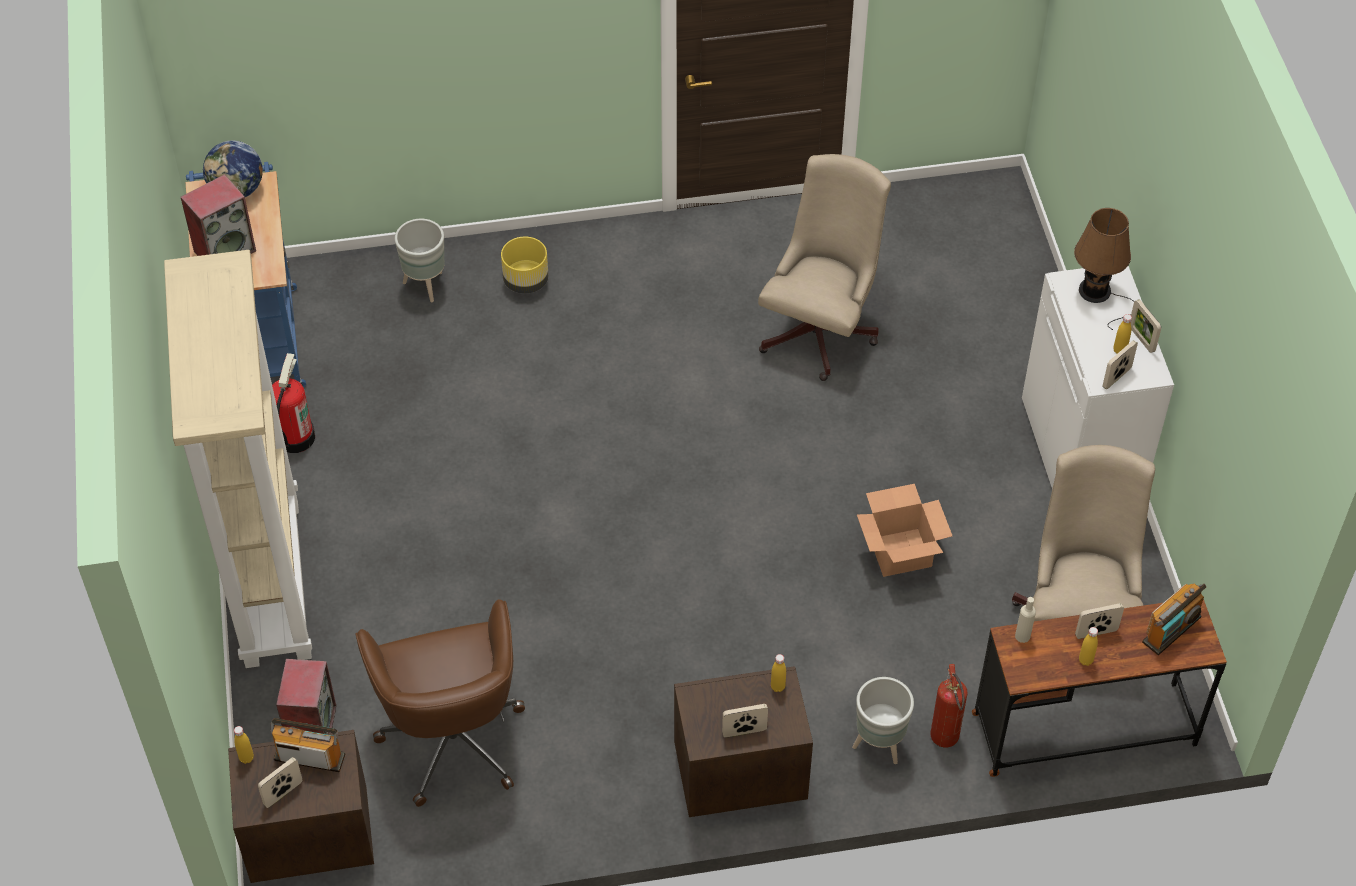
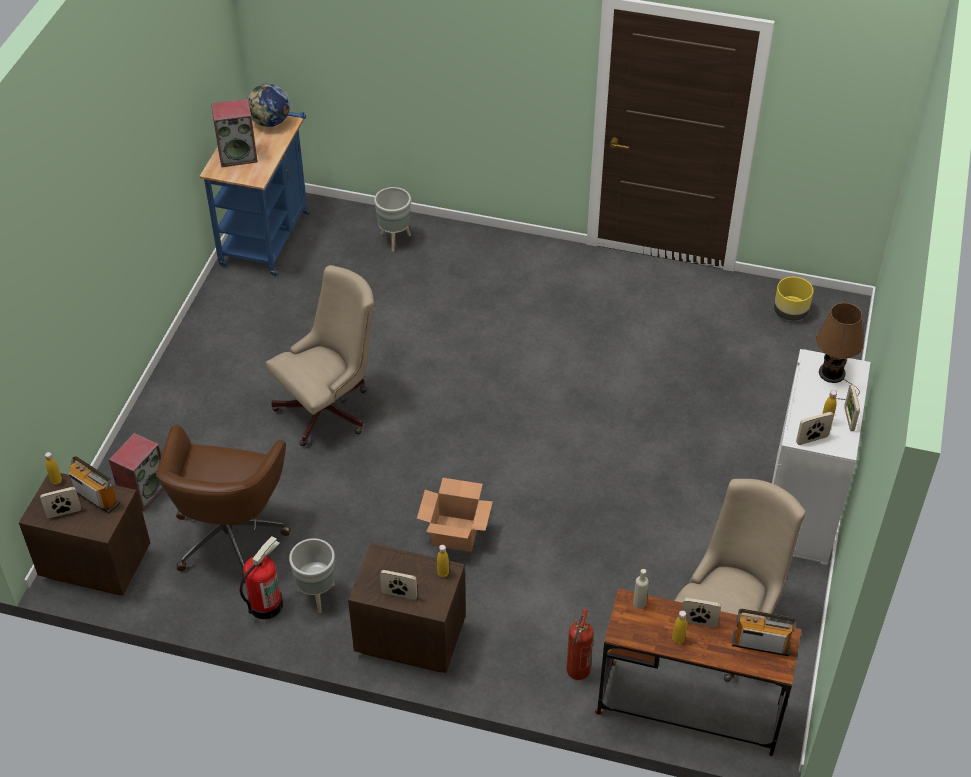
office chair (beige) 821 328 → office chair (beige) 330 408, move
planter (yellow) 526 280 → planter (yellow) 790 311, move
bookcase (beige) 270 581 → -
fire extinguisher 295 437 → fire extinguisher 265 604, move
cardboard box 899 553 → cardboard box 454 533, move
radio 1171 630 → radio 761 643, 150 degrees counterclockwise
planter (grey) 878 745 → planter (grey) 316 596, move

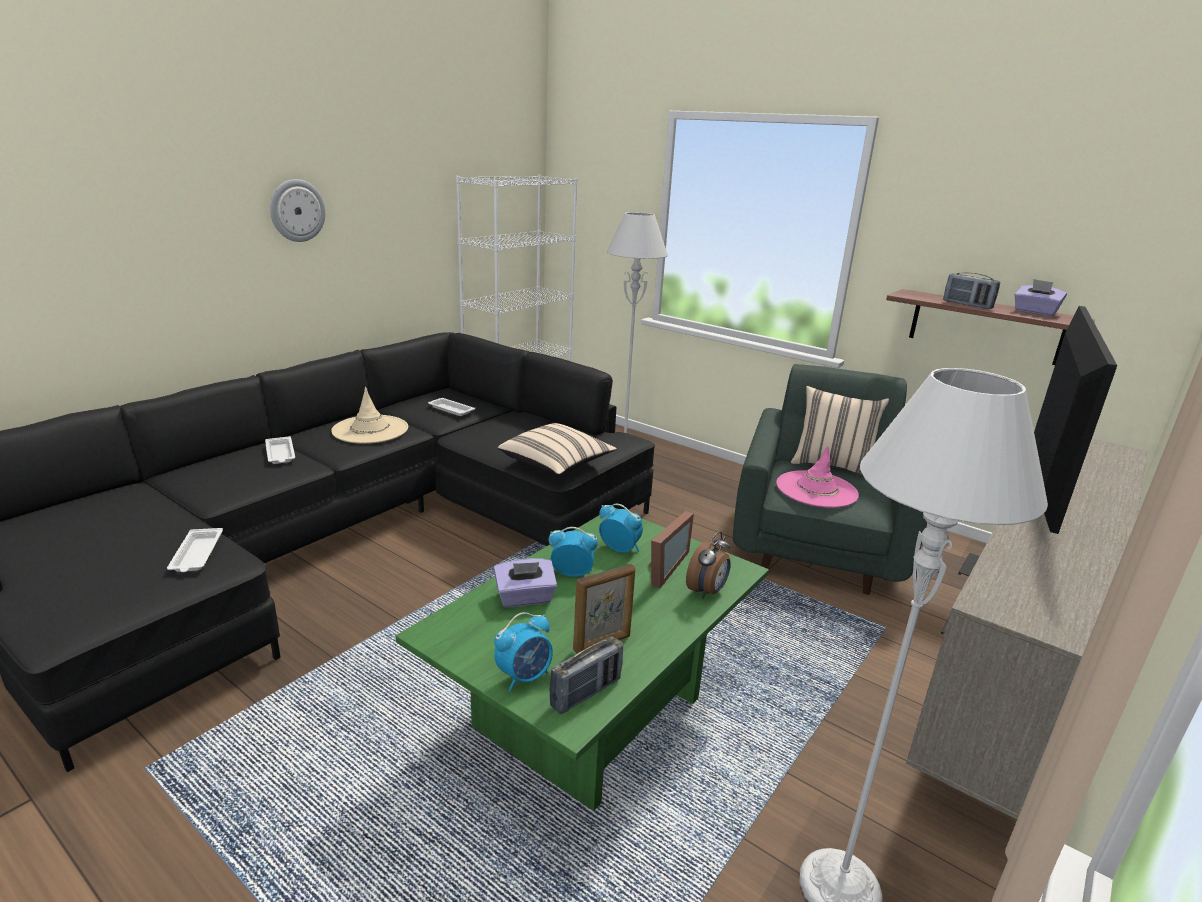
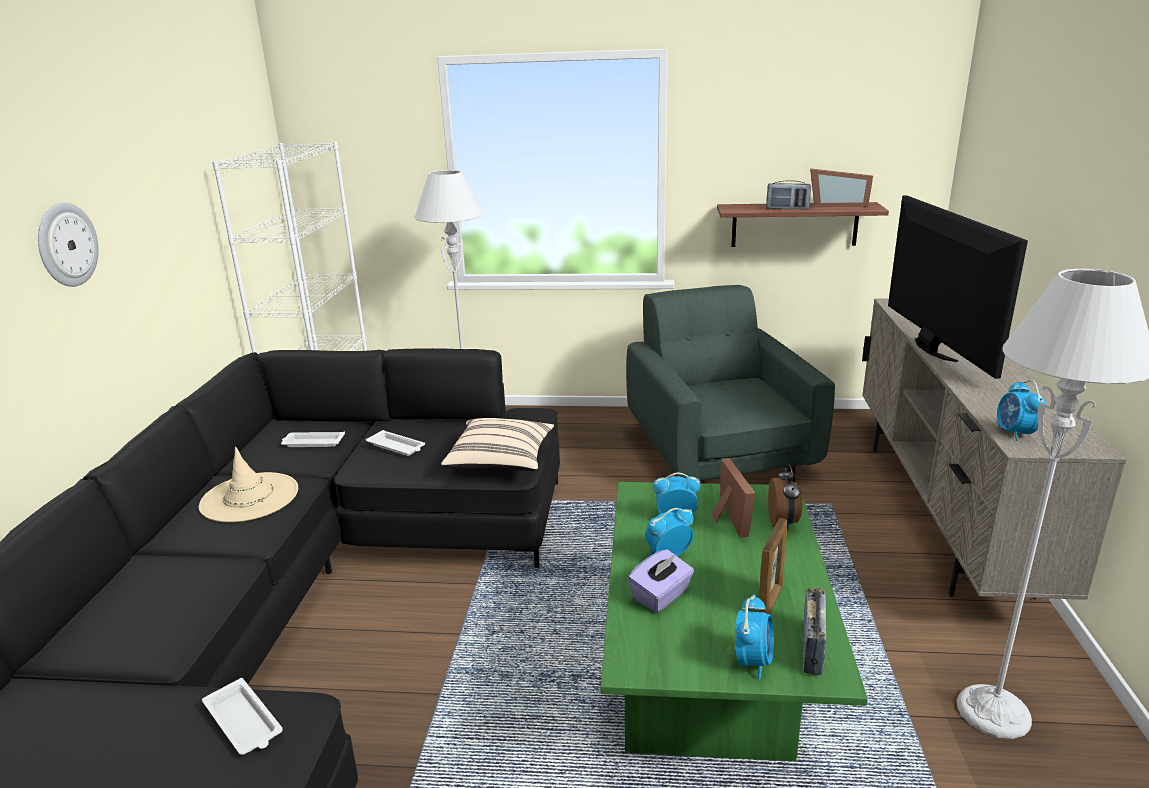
tissue box (purple) 1035 312 → picture frame 837 205
pillow (beige) 832 465 → -
tray (white) 280 454 → tray (white) 397 447, move
hat (pink) 816 489 → -
- → alarm clock 1015 433

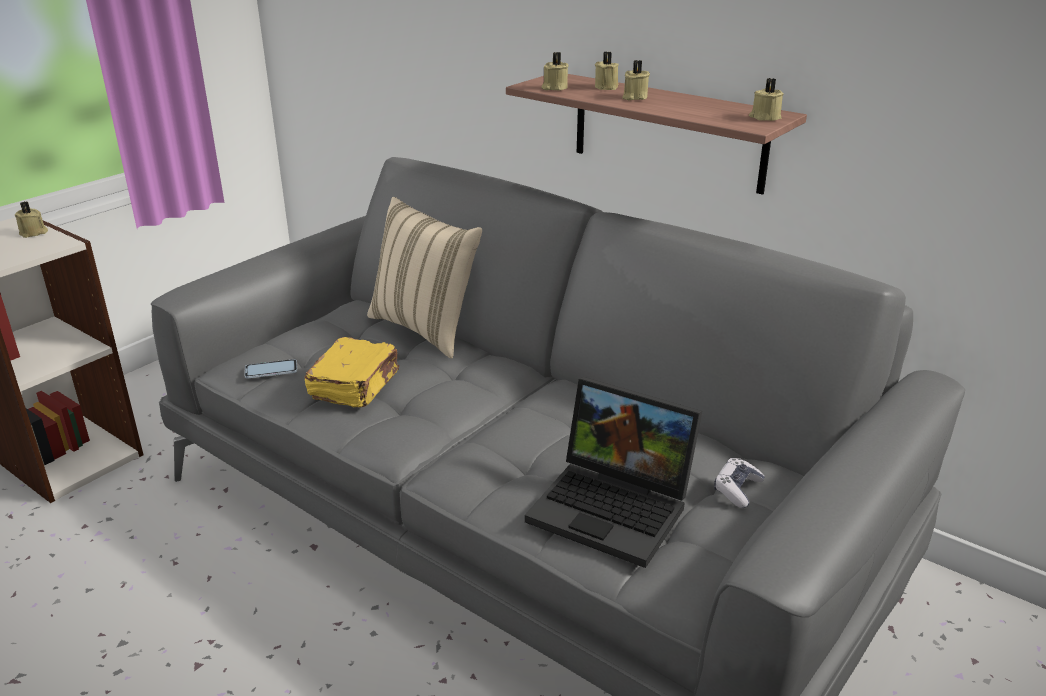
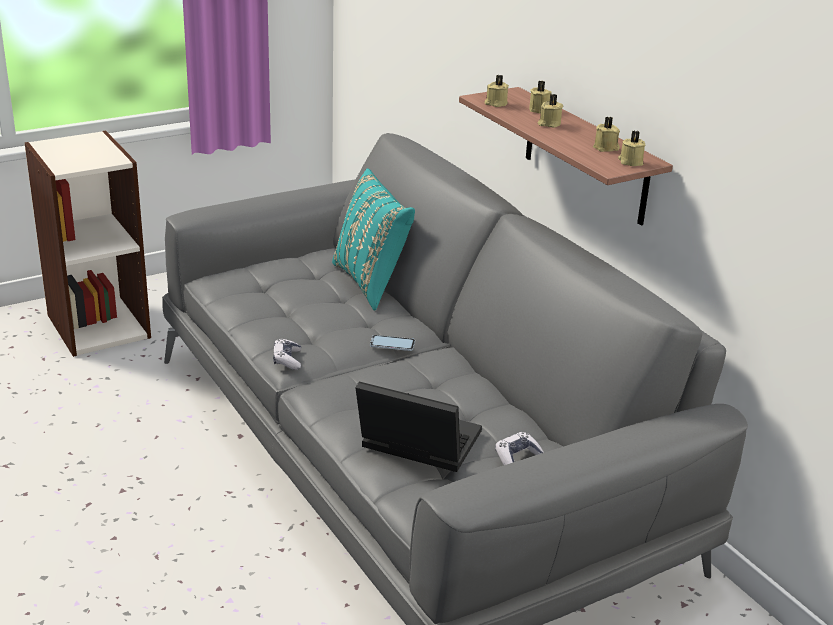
pillow (beige) 426 328 → pillow (turquoise) 371 283
candle (beige) 34 233 → candle (beige) 606 148, move
book (yellow) 356 386 → -
phone 271 370 → phone 392 344, move
laptop 615 508 → laptop 415 444, 150 degrees clockwise
- → game controller 287 360

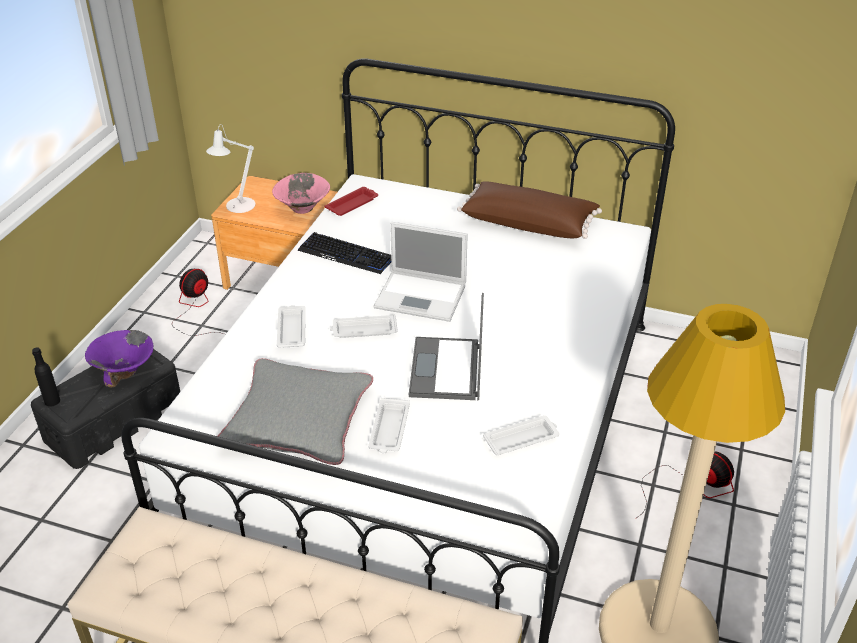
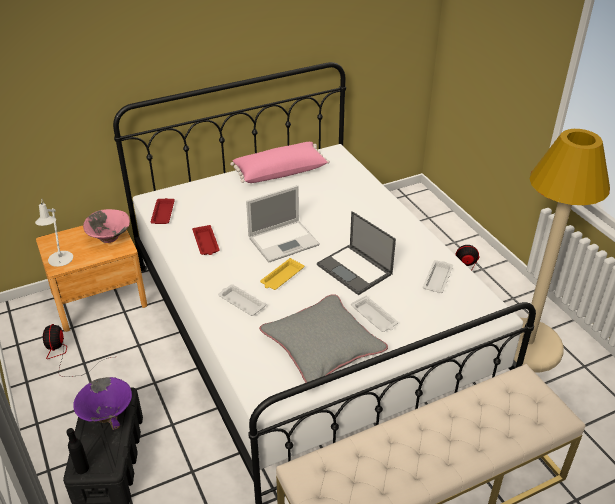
pillow (brown) 528 223 → pillow (pink) 279 171
keyboard 346 255 → tray (red) 206 243
tray (white) 363 330 → tray (yellow) 281 277

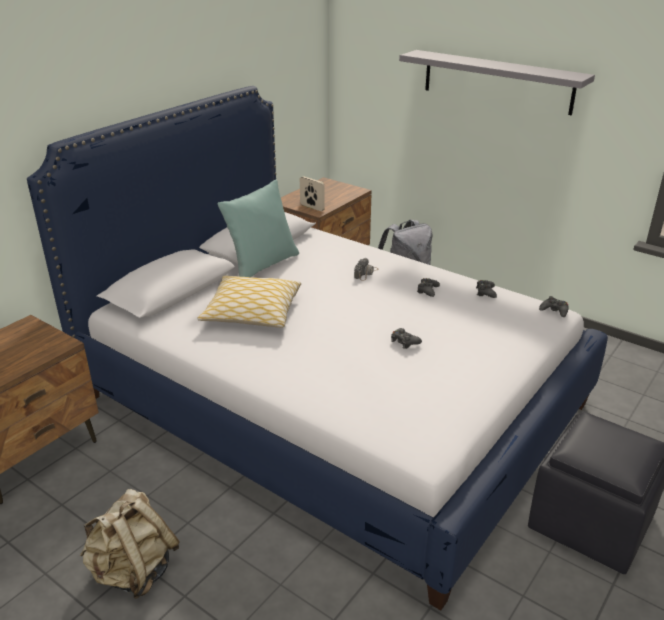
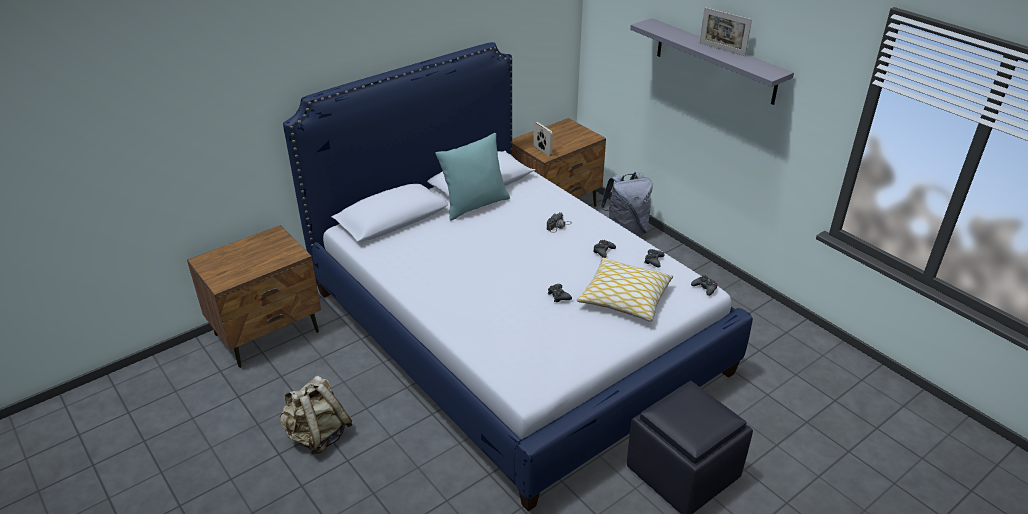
pillow 252 312 → pillow 624 298, move
- → picture frame 722 49

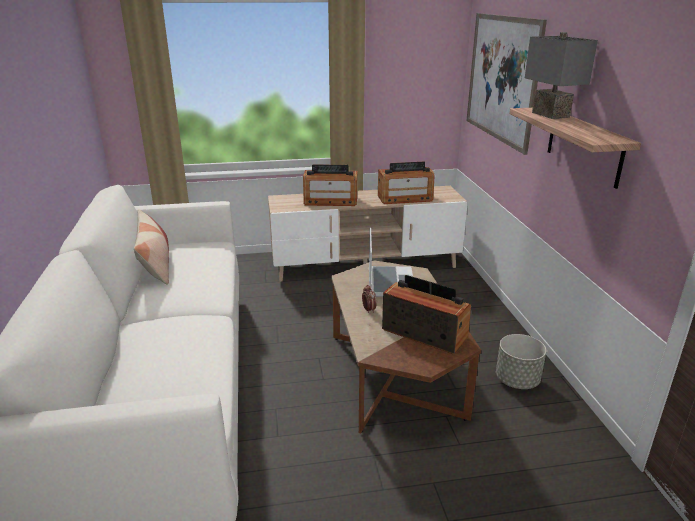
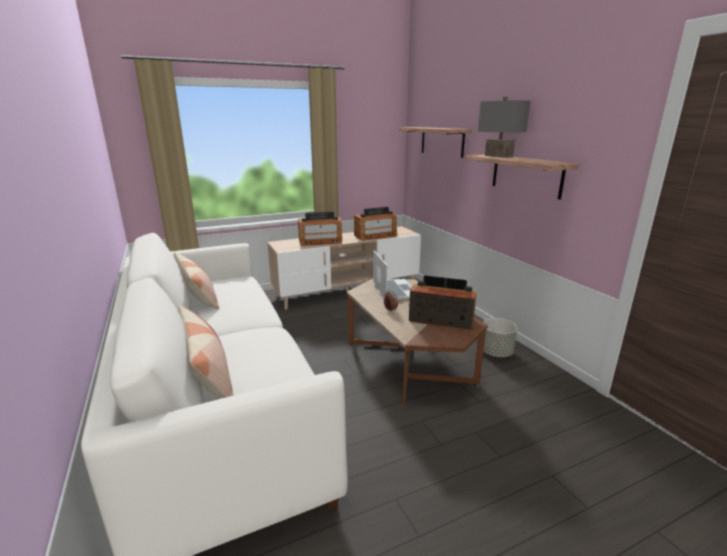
picture 501 78 → shelf 442 141
- → pillow 207 373

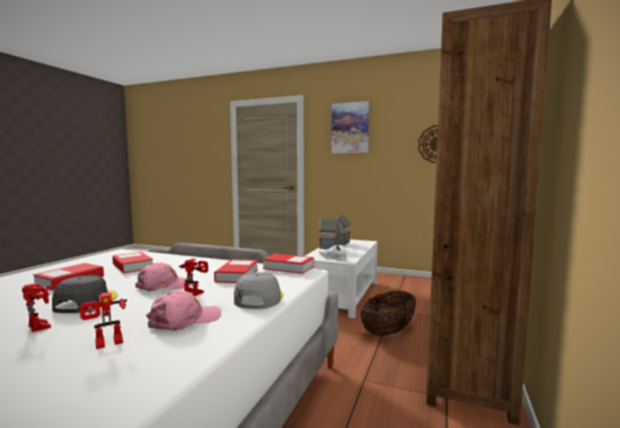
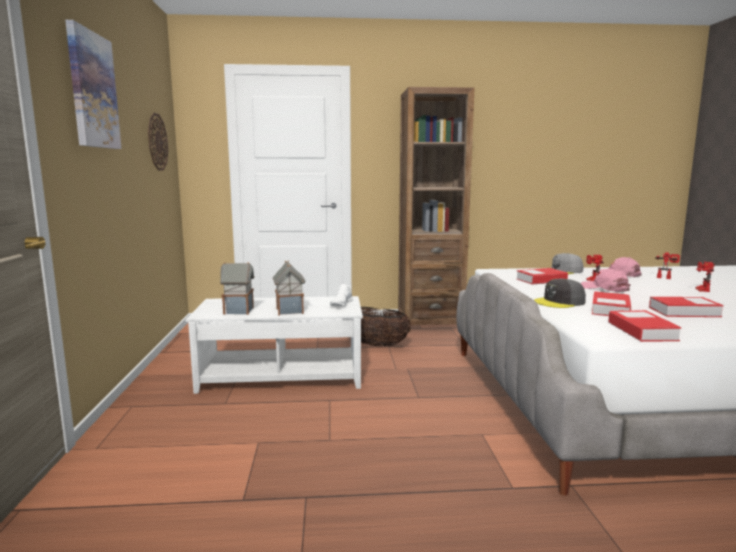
book 288 267 → book 642 331, move
cap (grey) 86 302 → cap (grey) 559 302, move

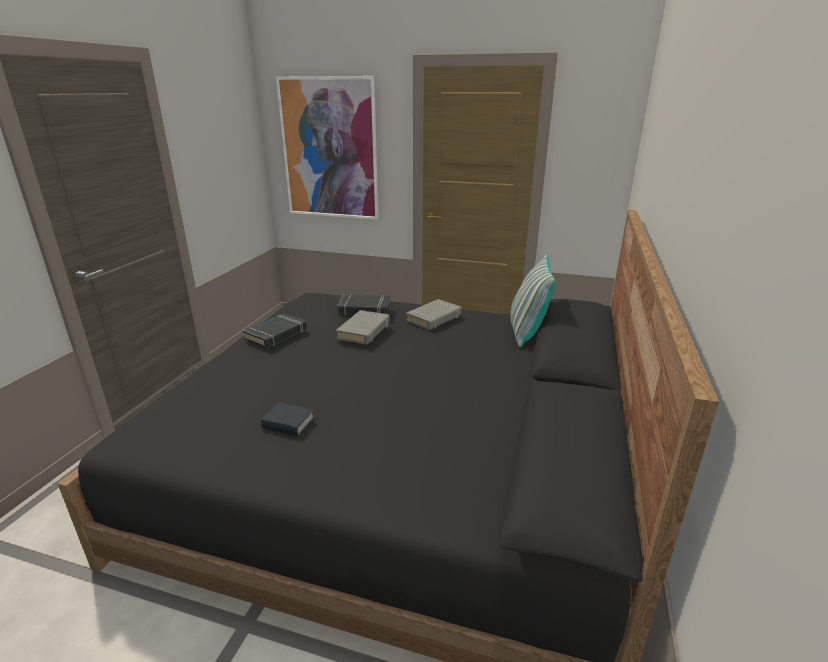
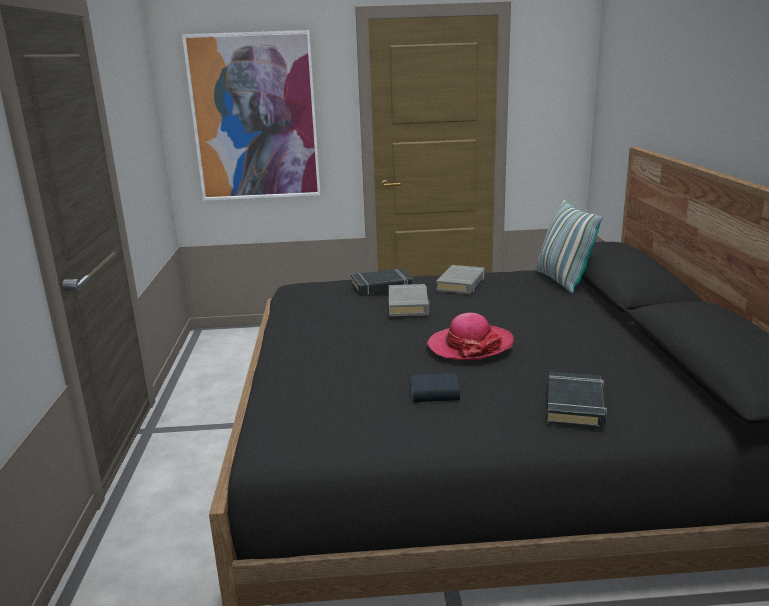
book (black) 276 334 → book (black) 575 406, move
- → hat 470 345

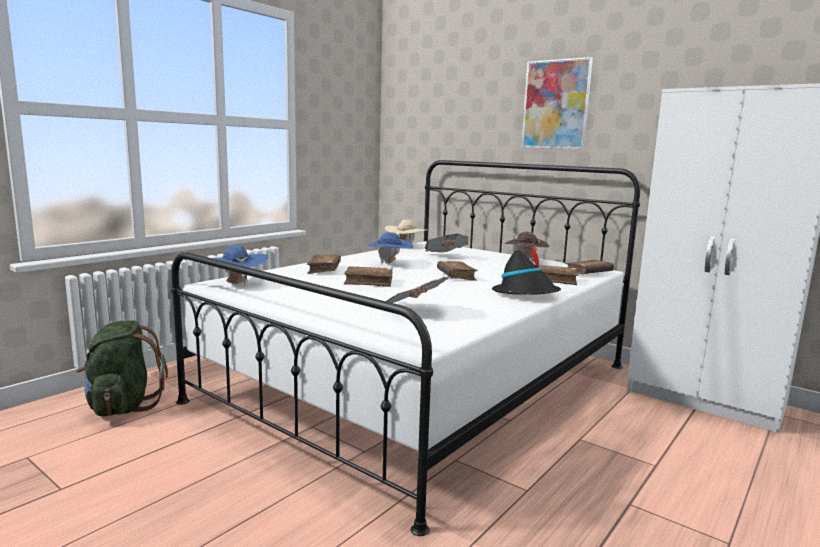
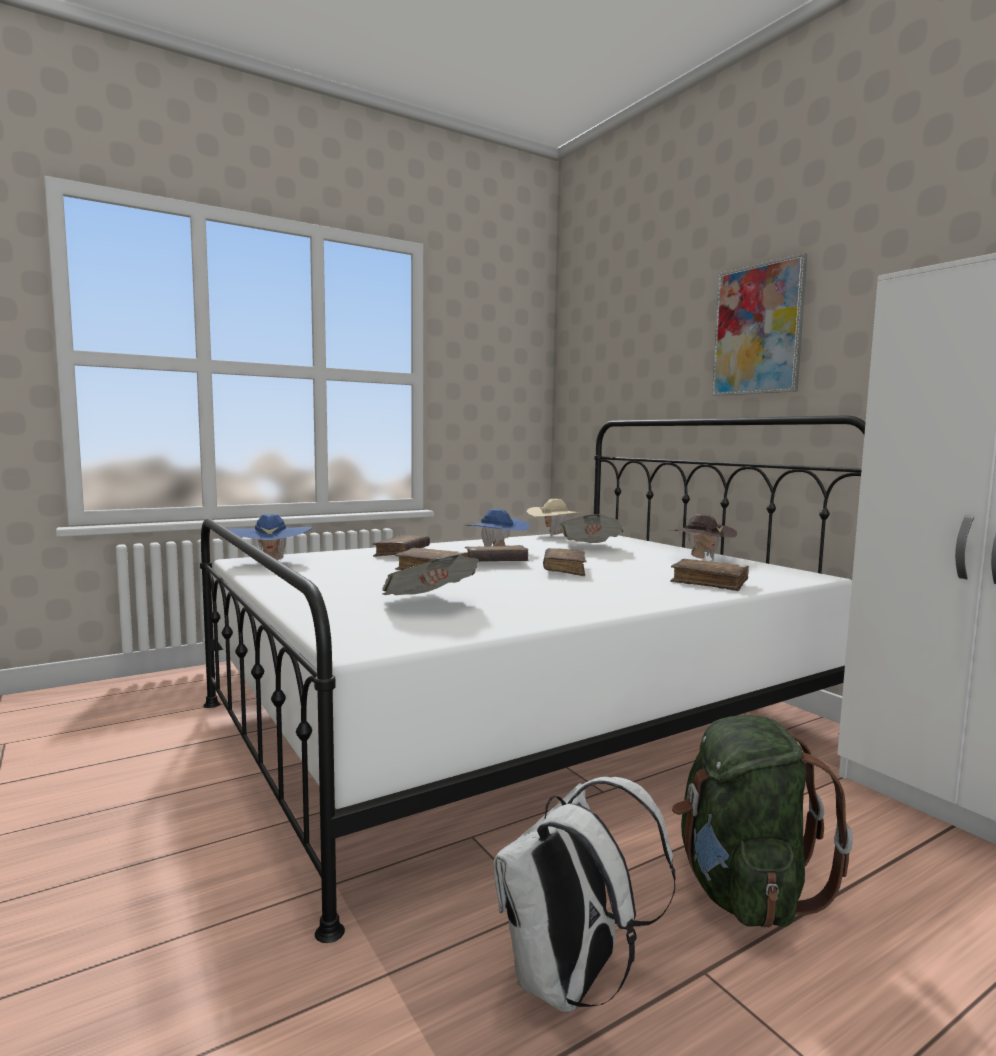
hat (black) 525 294 → -
book (brown) 588 273 → book (brown) 496 563, move
backpack (green) 122 406 → backpack (green) 743 890, move
- → backpack (white) 571 982

